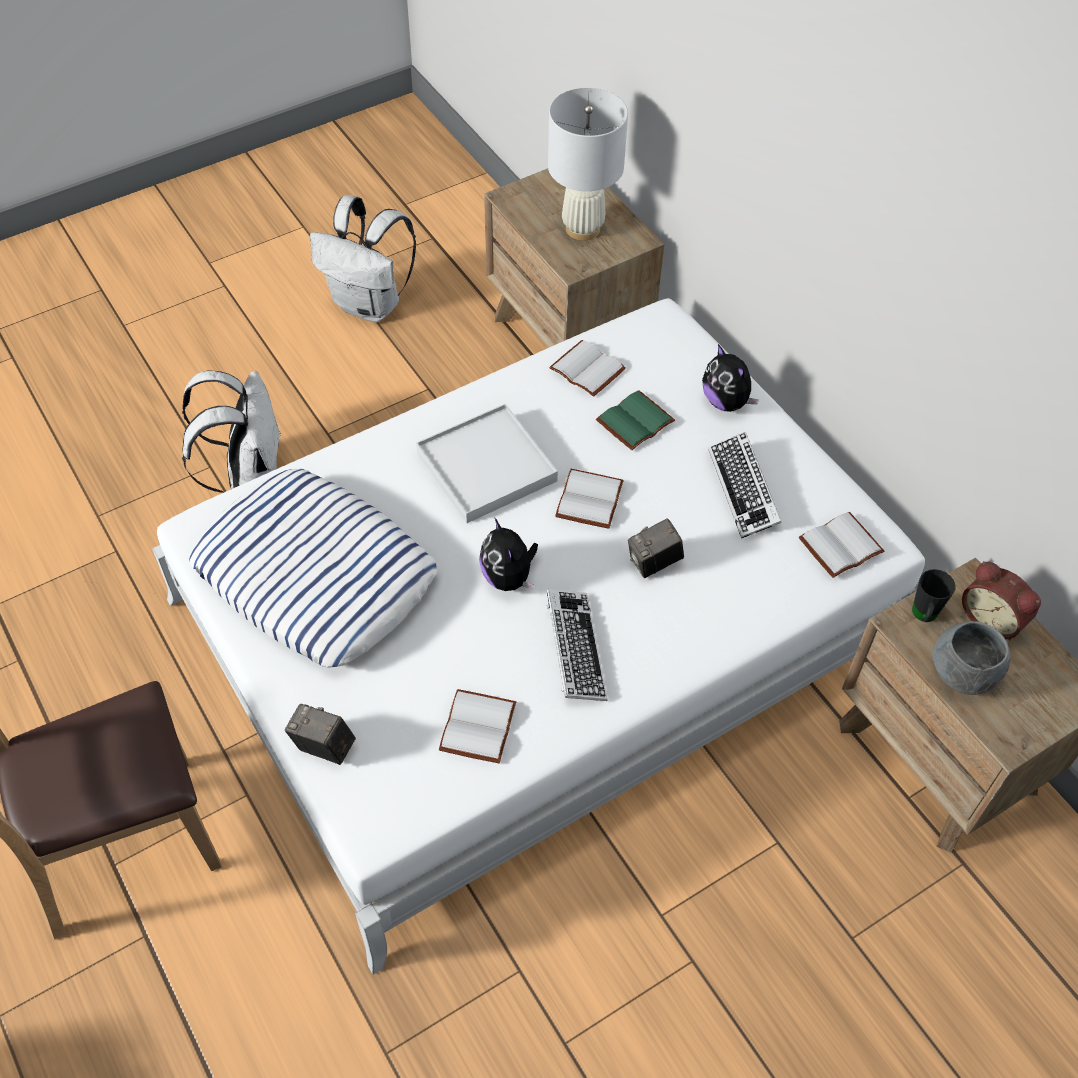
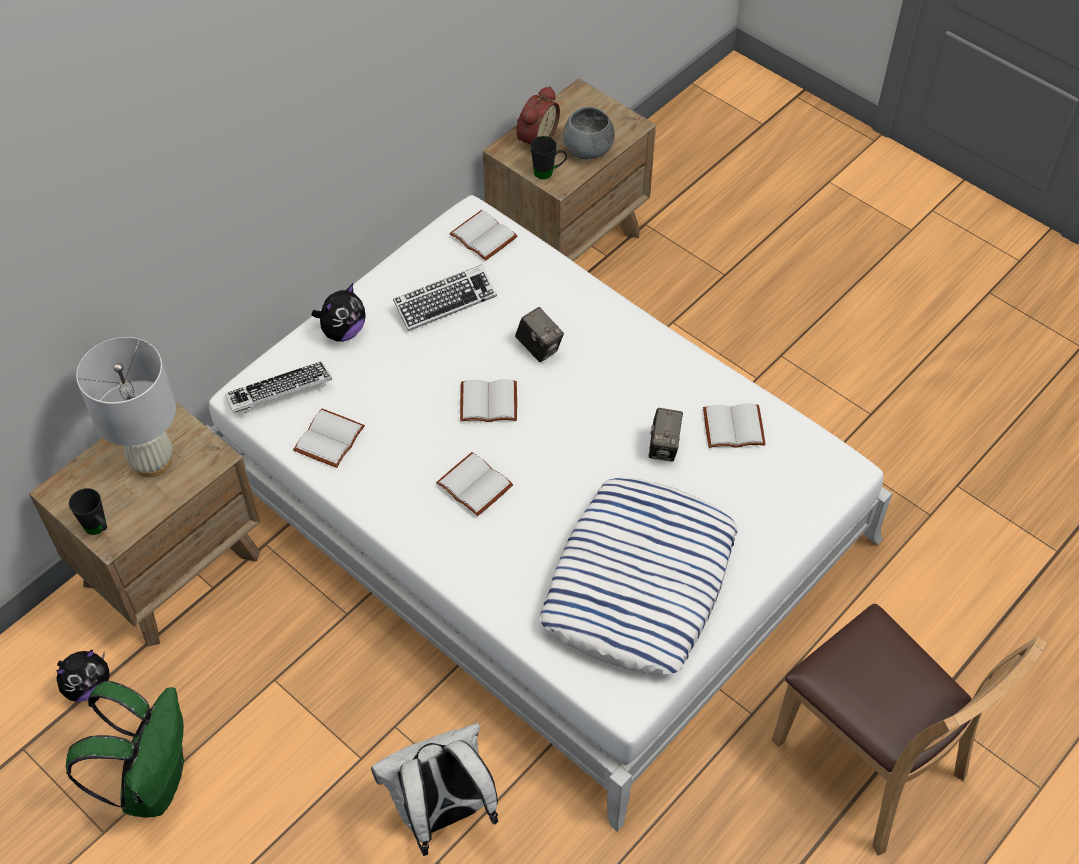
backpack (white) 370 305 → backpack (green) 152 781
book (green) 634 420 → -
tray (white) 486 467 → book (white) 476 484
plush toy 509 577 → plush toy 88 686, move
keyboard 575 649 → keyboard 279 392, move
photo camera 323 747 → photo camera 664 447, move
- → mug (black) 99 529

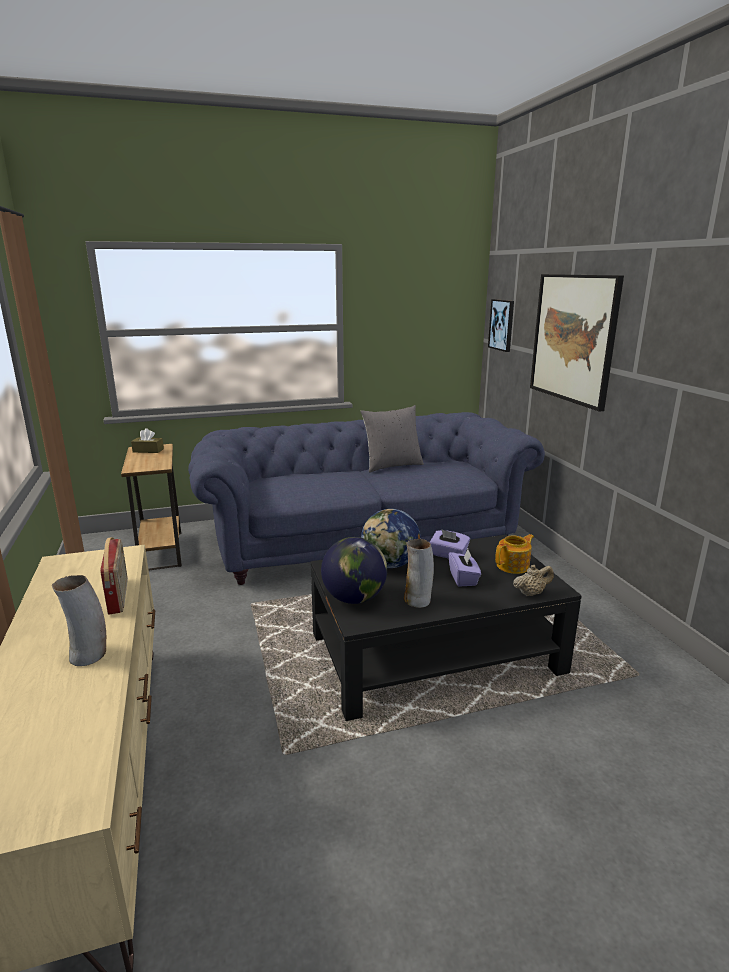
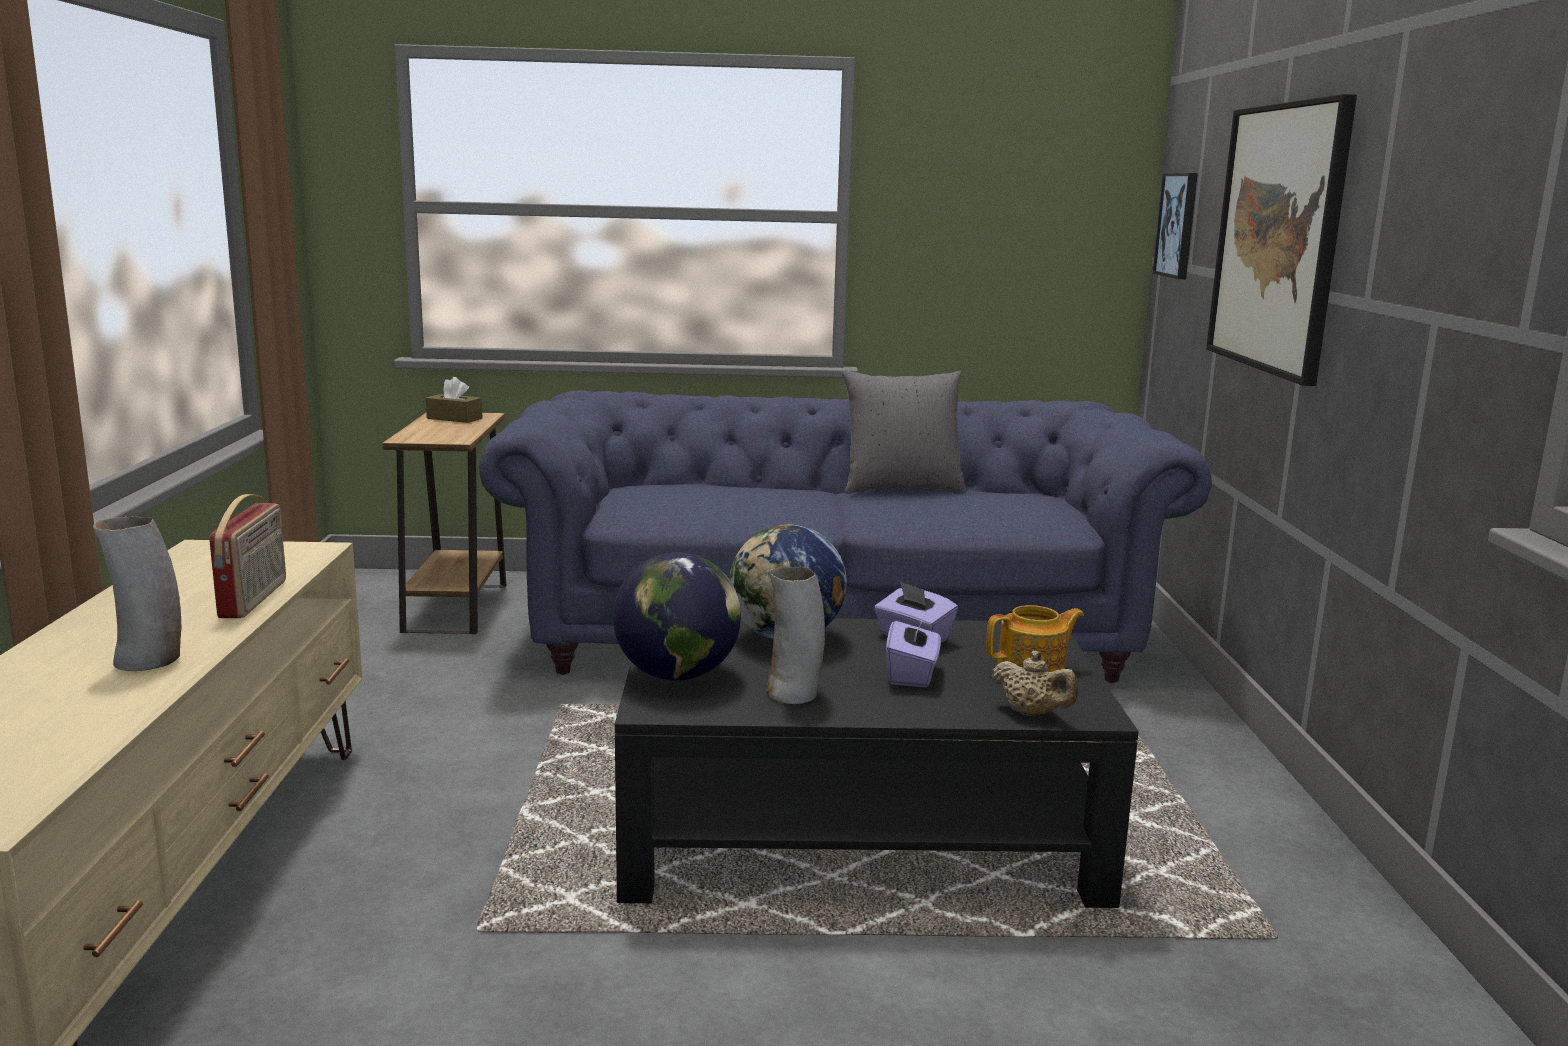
teapot (beige) 531 593 → teapot (beige) 1032 713, 45 degrees clockwise

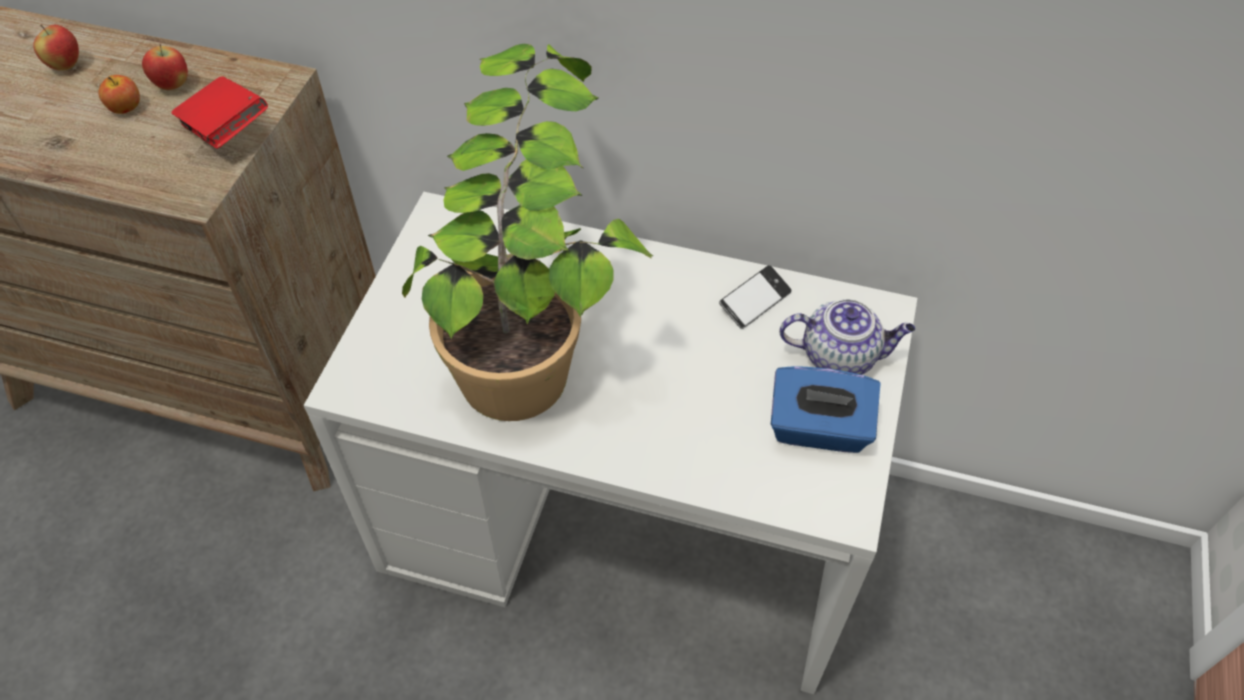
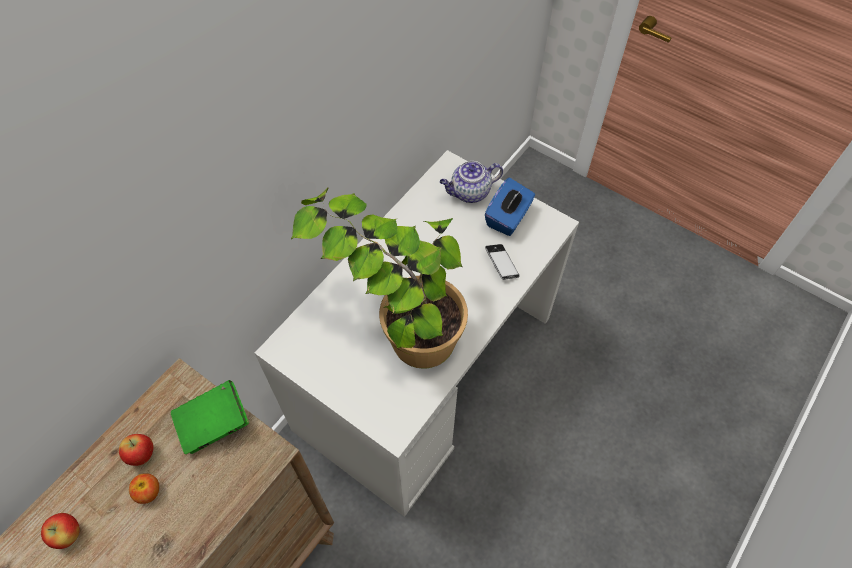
book (red) 227 130 → book (green) 214 424
phone 754 301 → phone 501 264, move
teapot 840 356 → teapot 469 193, 135 degrees counterclockwise

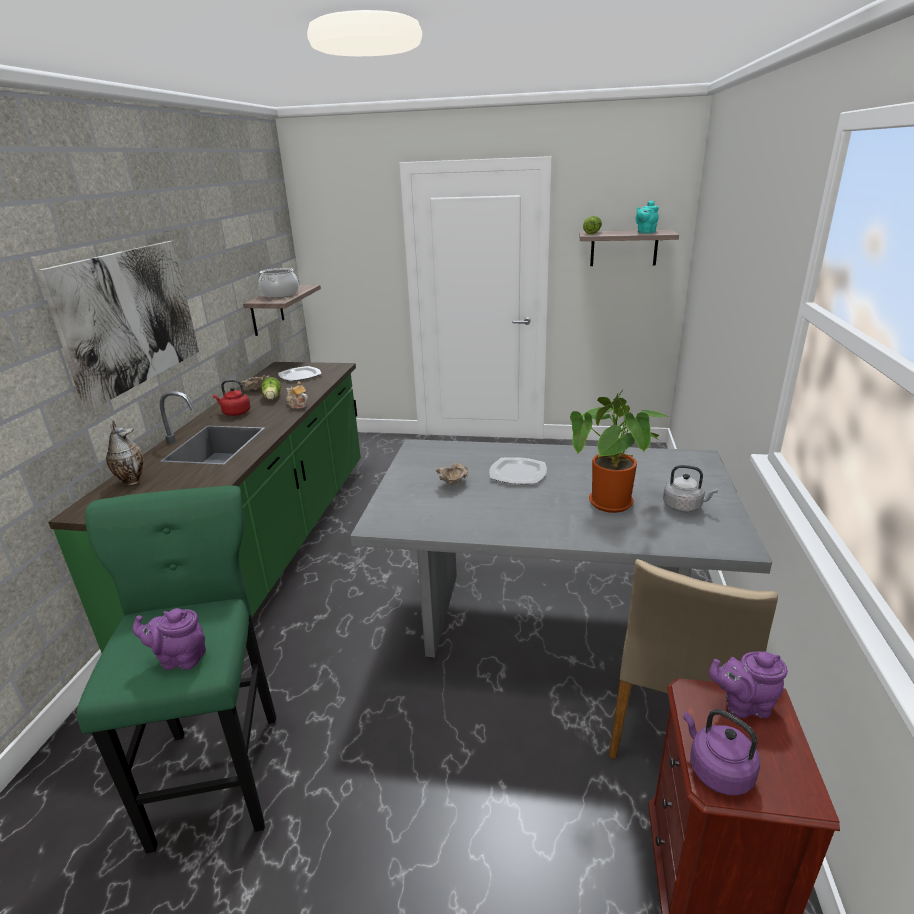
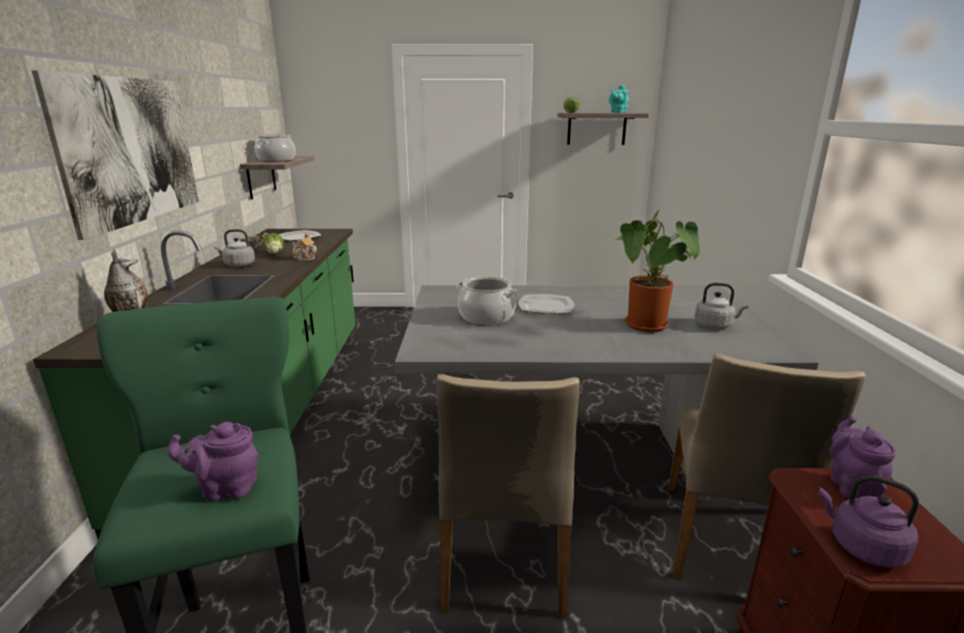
kettle (red) 235 413 → kettle (grey) 238 265
bowl (beige) 453 484 → cooking pot 486 316
teapot (purple) 743 705 → teapot (purple) 851 485, 105 degrees clockwise
- → chair (beige) 504 557

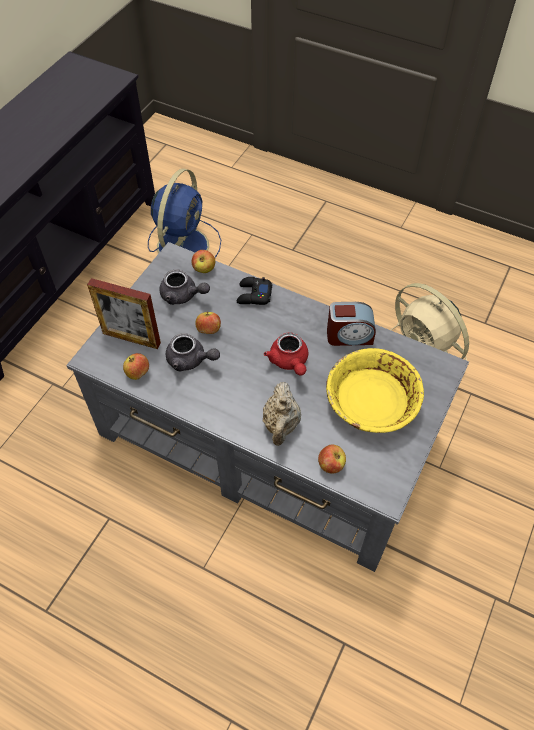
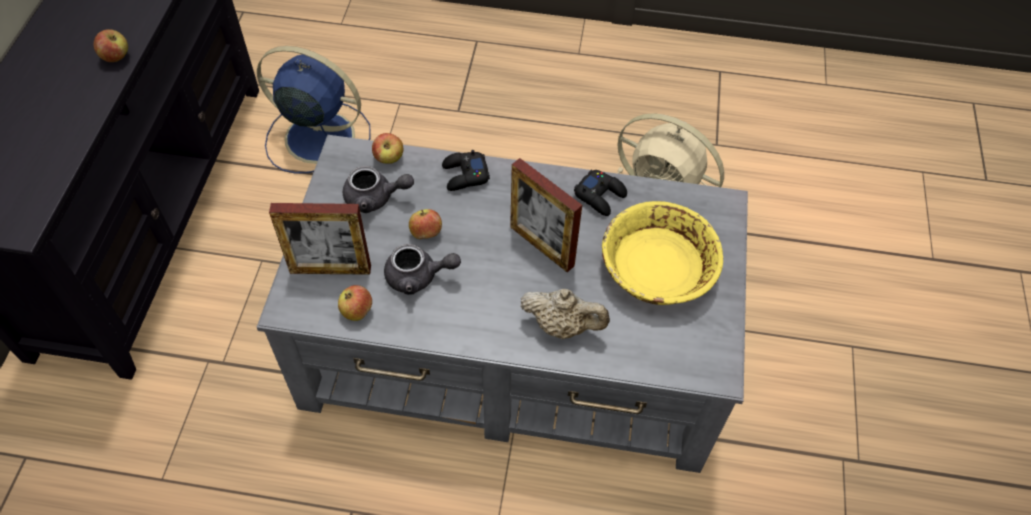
fan (blue) 184 244 → fan (blue) 316 136, 75 degrees counterclockwise
alarm clock 349 335 → game controller (black) 600 196
teapot (red) 289 362 → picture frame 542 246
teapot (beige) 281 425 → teapot (beige) 562 326, 60 degrees counterclockwise
apple 331 465 → apple 116 57, move

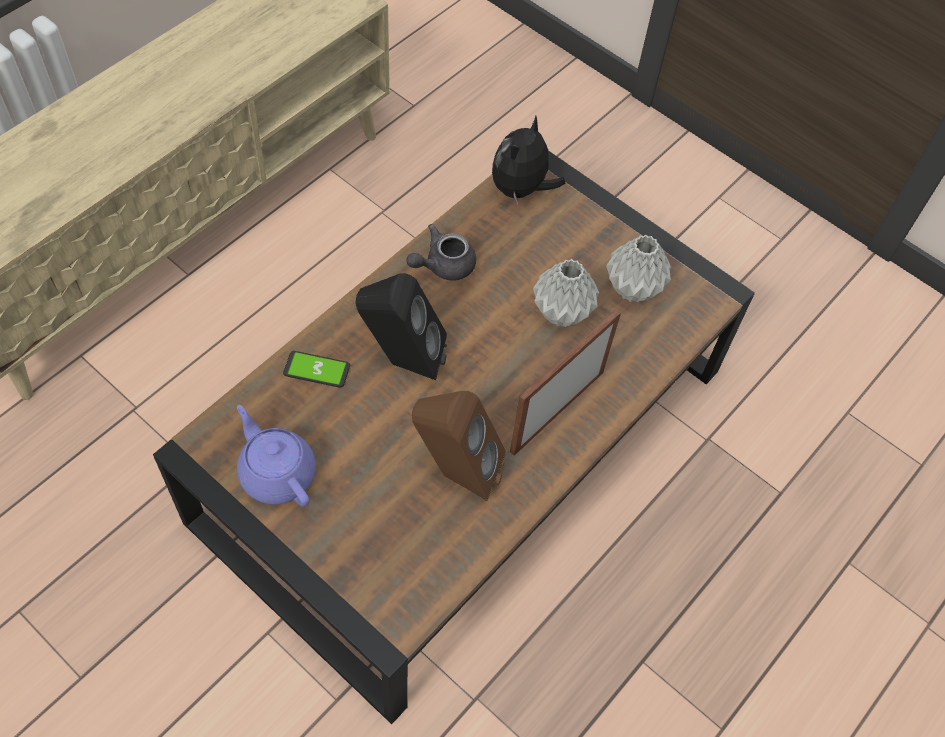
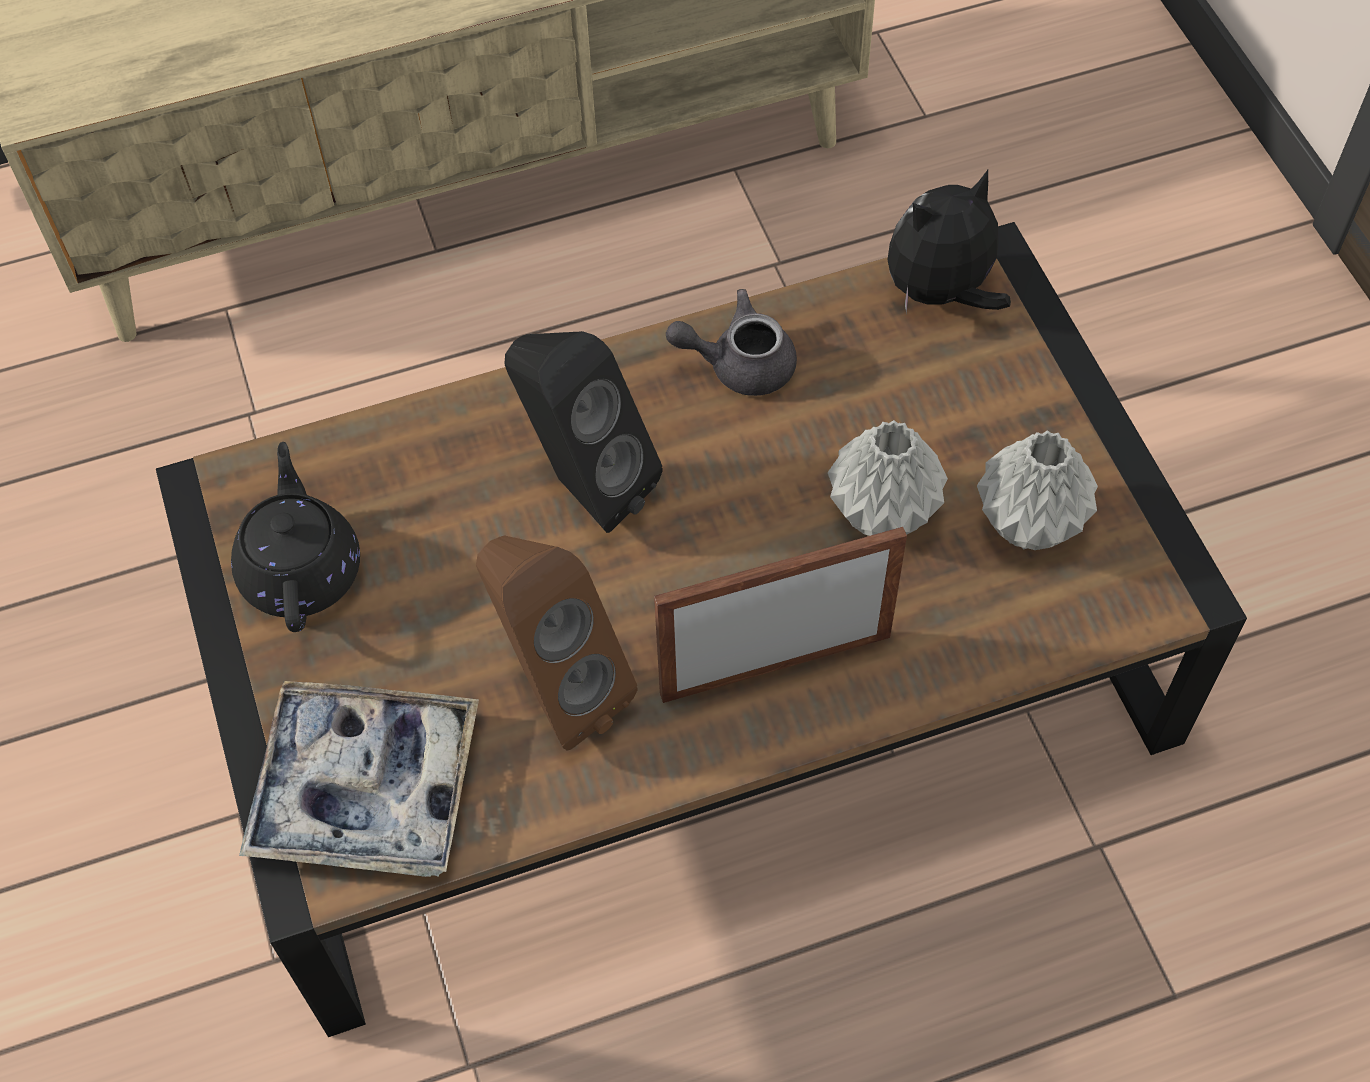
phone 316 370 → -
teapot (purple) 277 473 → teapot (black) 301 570
- → tray 365 788

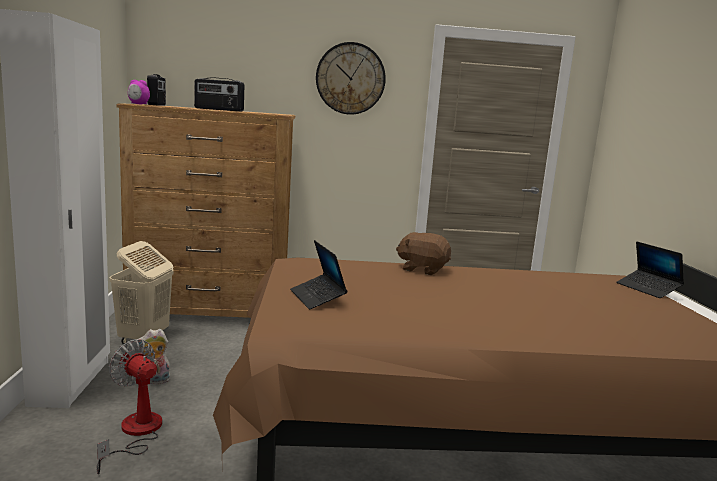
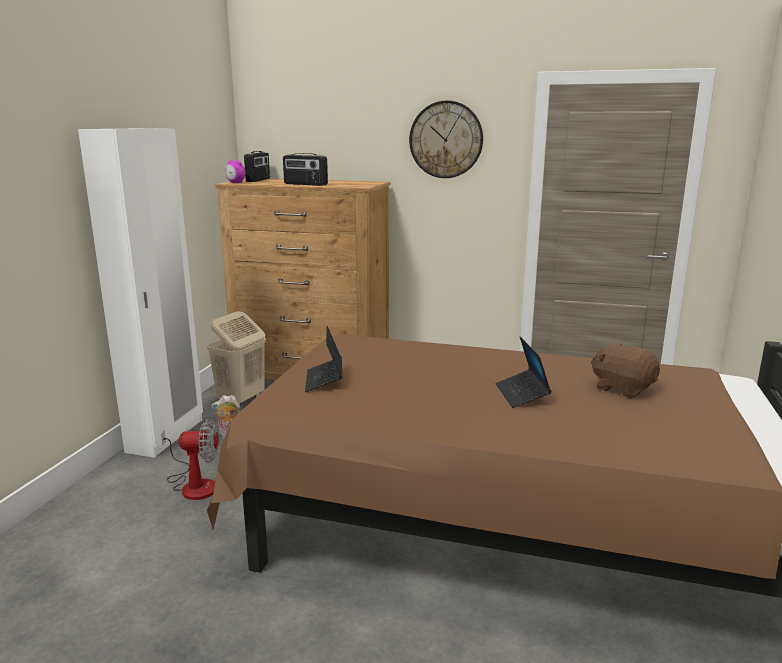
plush toy (brown) 422 269 → plush toy (brown) 622 388, move
laptop 648 289 → laptop 522 394, move
fan 135 433 → fan 194 484, 120 degrees clockwise

